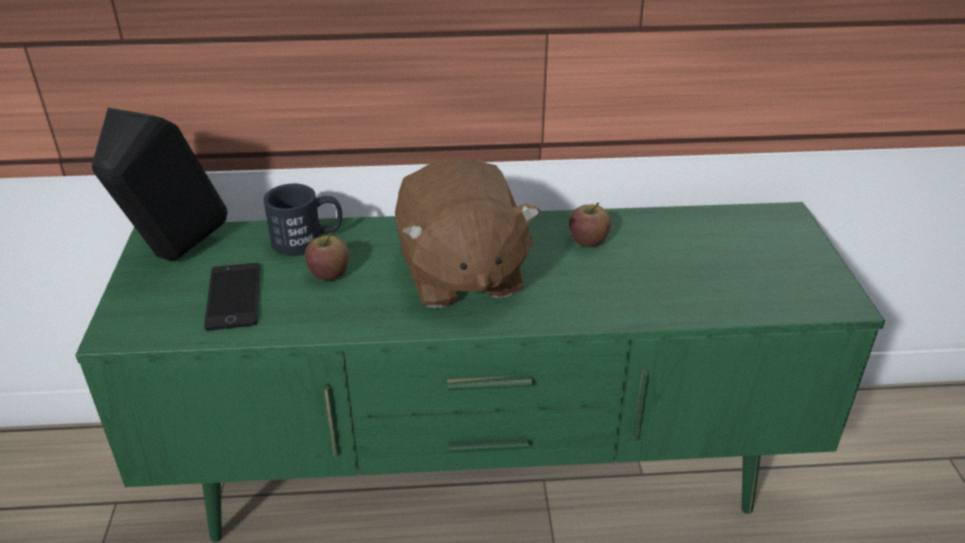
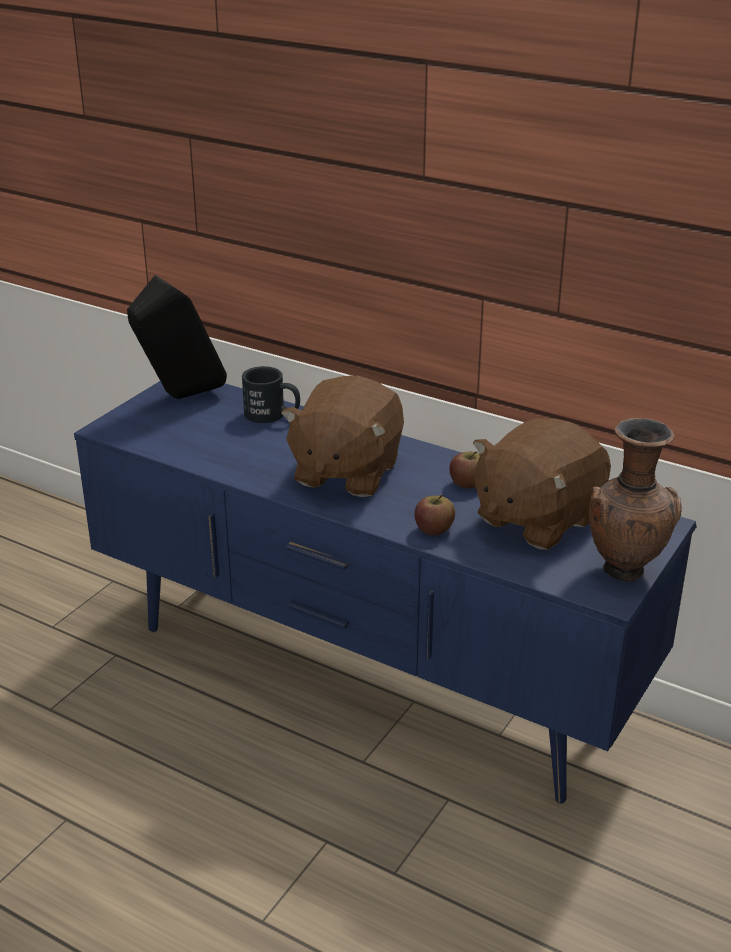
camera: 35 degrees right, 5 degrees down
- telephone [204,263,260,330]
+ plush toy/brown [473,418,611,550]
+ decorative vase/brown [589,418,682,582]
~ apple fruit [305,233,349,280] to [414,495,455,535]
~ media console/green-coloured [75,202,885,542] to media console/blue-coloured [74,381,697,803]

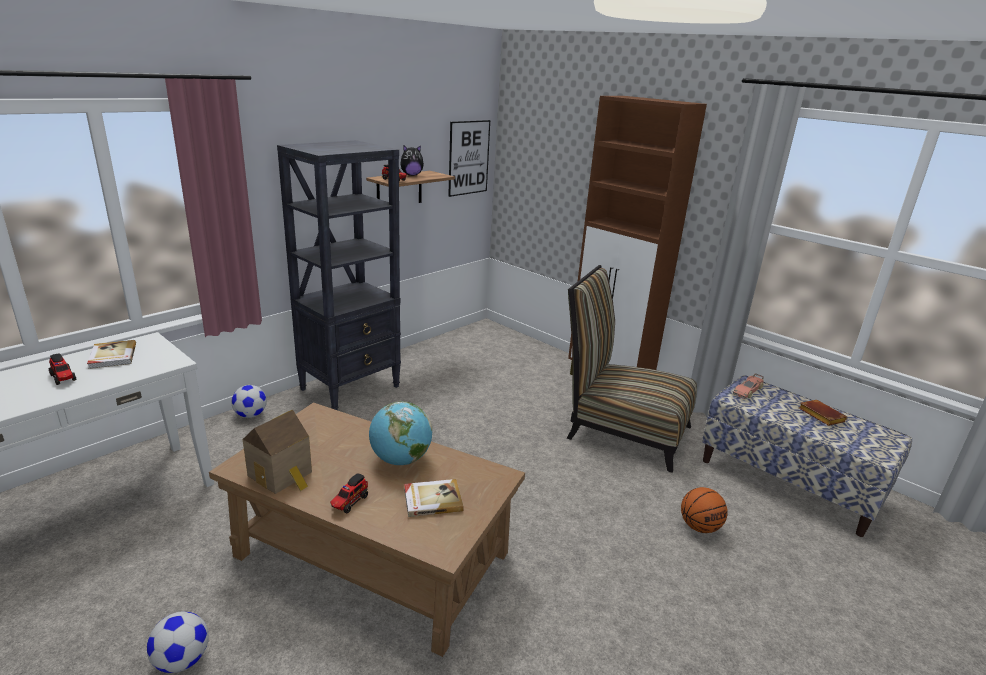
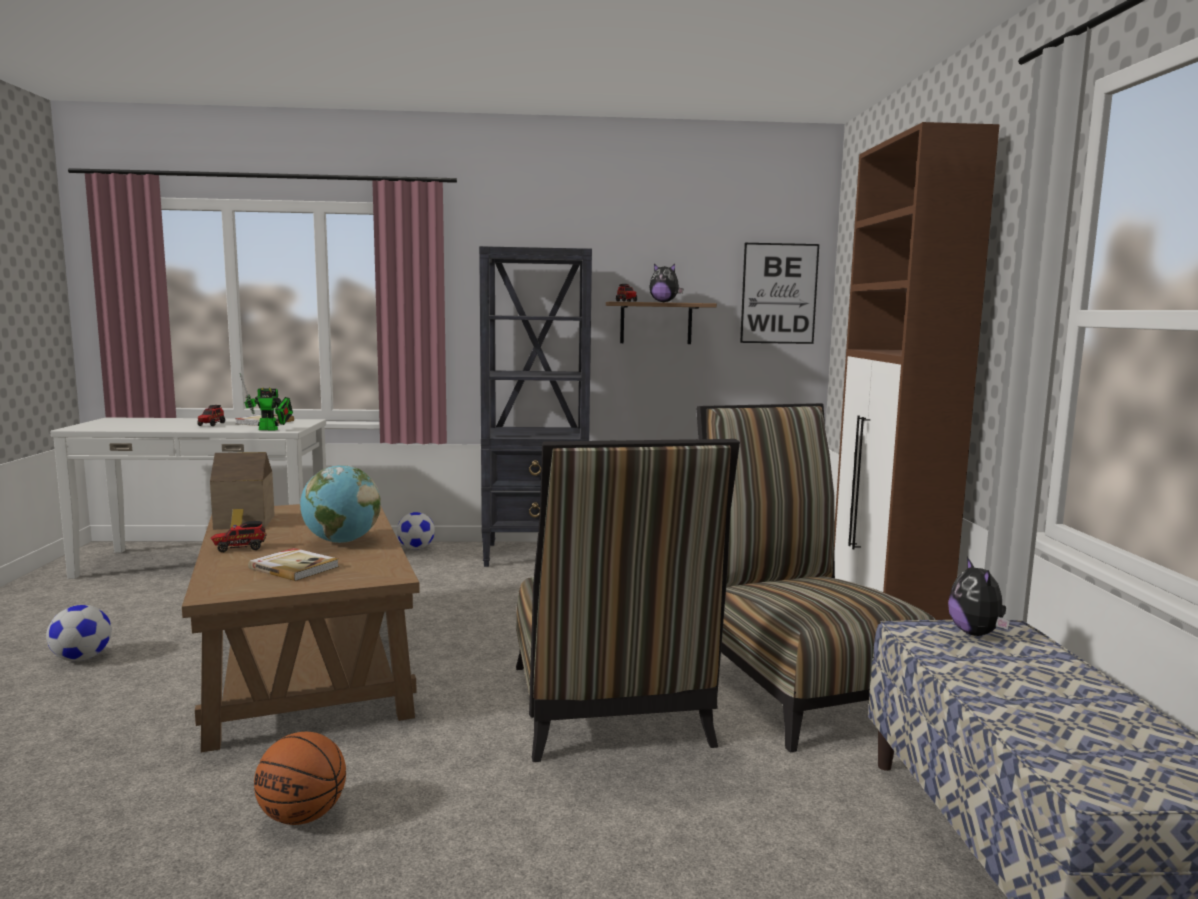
camera: 45 degrees right, 15 degrees down
- volume/brown [799,400,847,426]
+ toy robot [240,373,293,430]
+ chair [516,439,740,762]
~ basketball ball [681,487,728,533] to [254,732,346,825]
~ toy car [733,373,764,399] to plush toy [948,557,1010,636]

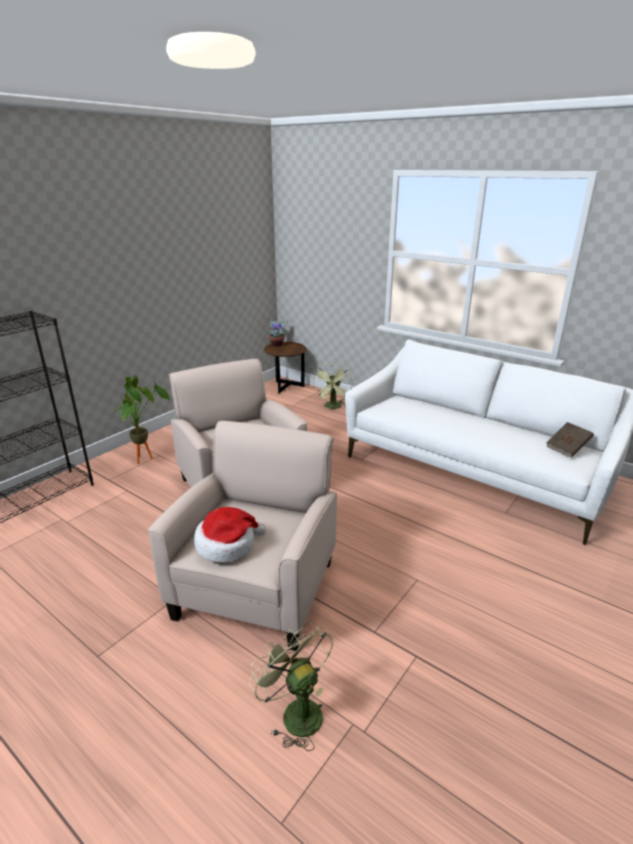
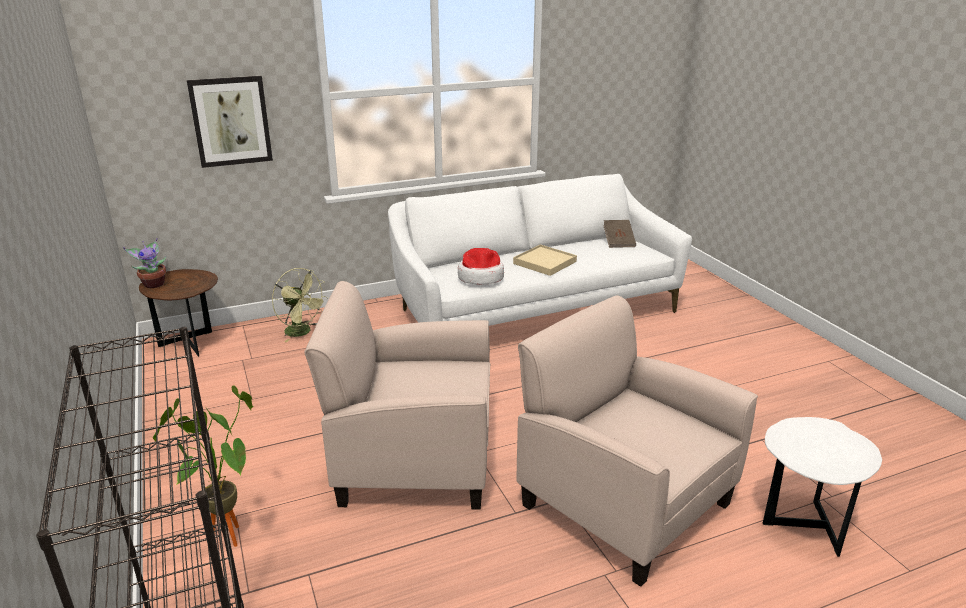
camera: 60 degrees left, 0 degrees up
+ wall art [187,76,273,168]
+ serving tray/beige-coloured [513,244,577,276]
~ wearable hat [194,507,266,563] to [458,248,504,285]
~ electric fan/green-coloured [249,621,333,751] to end table/white [763,417,882,557]

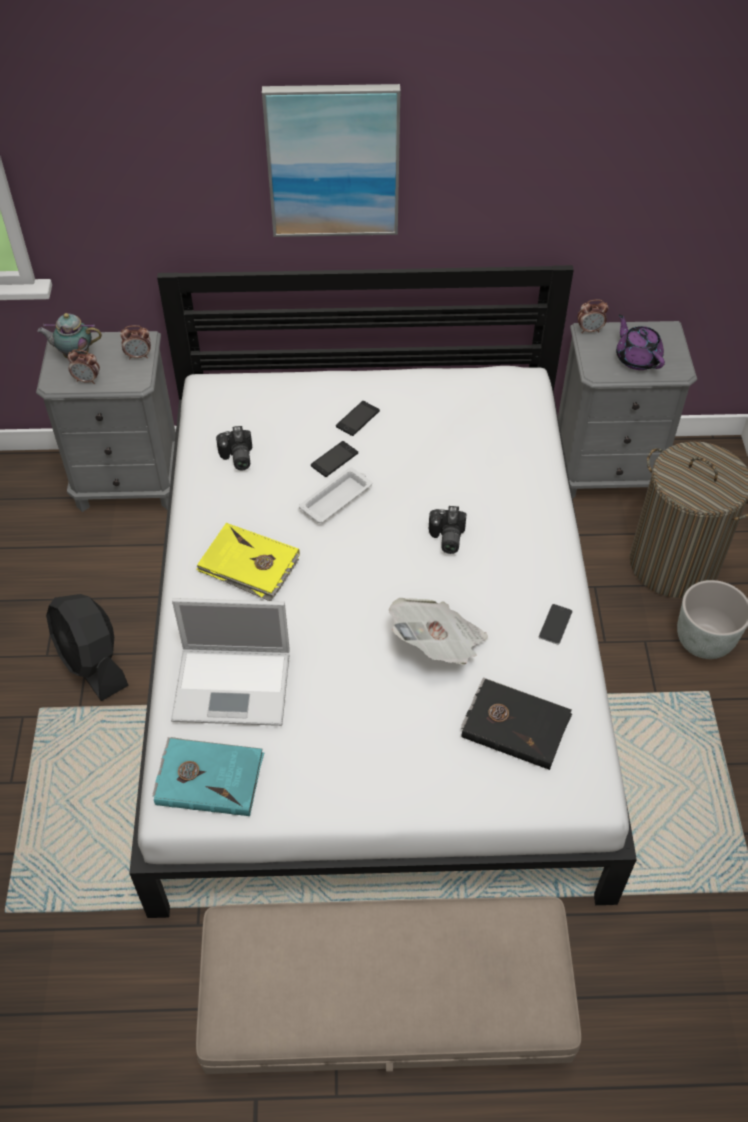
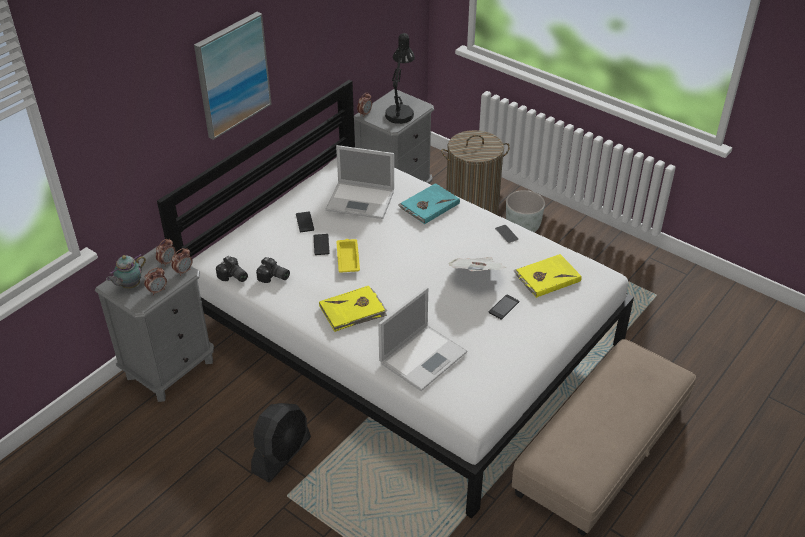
camera: 50 degrees left, 10 degrees down
+ bedside clock [171,248,193,276]
+ notebook computer [326,145,394,219]
+ telephone [489,295,519,320]
~ volume/blue-green [153,737,264,816] to [398,183,460,224]
~ photo camera [429,506,466,554] to [216,256,248,282]
~ tea pot/purplish [616,314,665,370] to table lamp/blackish [385,33,415,124]
~ serving tray/white [299,468,372,523] to serving tray/yellow-coloured [336,239,360,273]
~ volume/blackish [461,677,572,770] to volume/yellow-coloured [514,254,582,298]
~ electric fan/blackish [46,594,129,701] = [251,403,311,483] 60 degrees counterclockwise

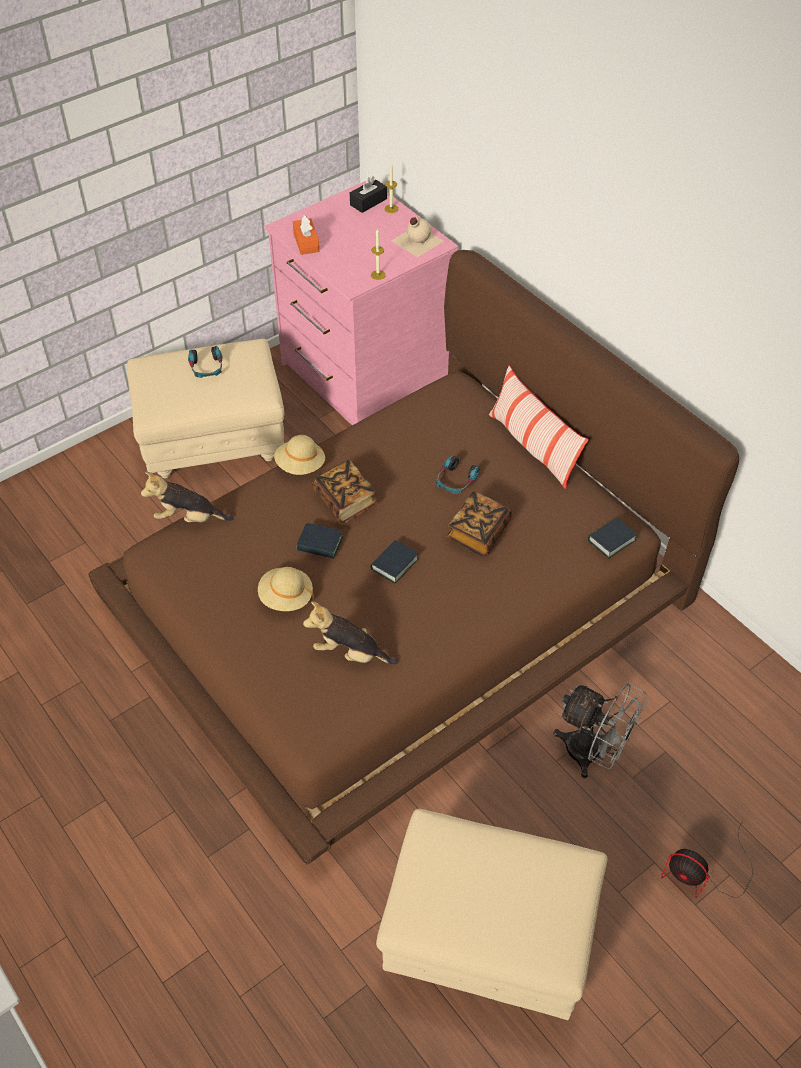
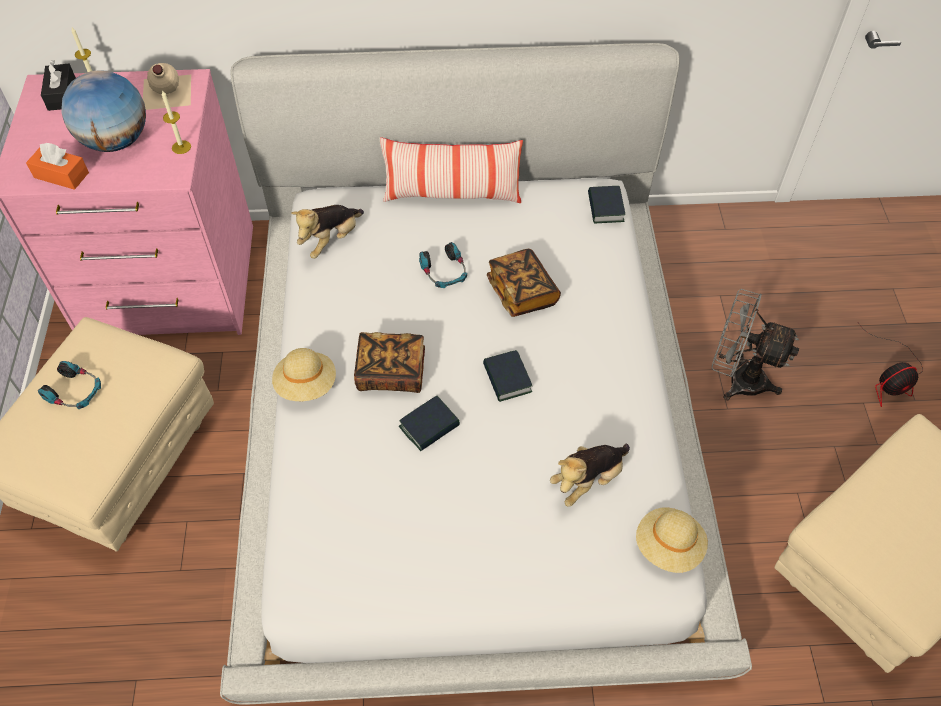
camera: 55 degrees left, 5 degrees up
+ globe [61,70,146,152]
~ plush toy [141,472,234,522] to [291,205,364,259]
~ wearable hat/beige-coloured [258,567,314,611] to [636,508,708,573]
~ bed/brown [88,250,739,865] to bed/white [220,43,752,705]
~ electric fan/grey [553,682,647,778] = [711,289,799,400] 135 degrees counterclockwise

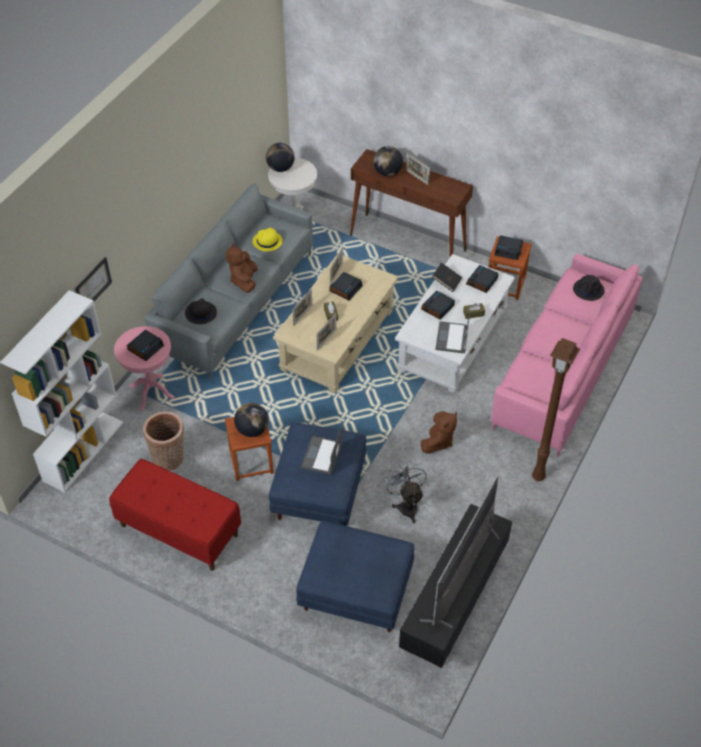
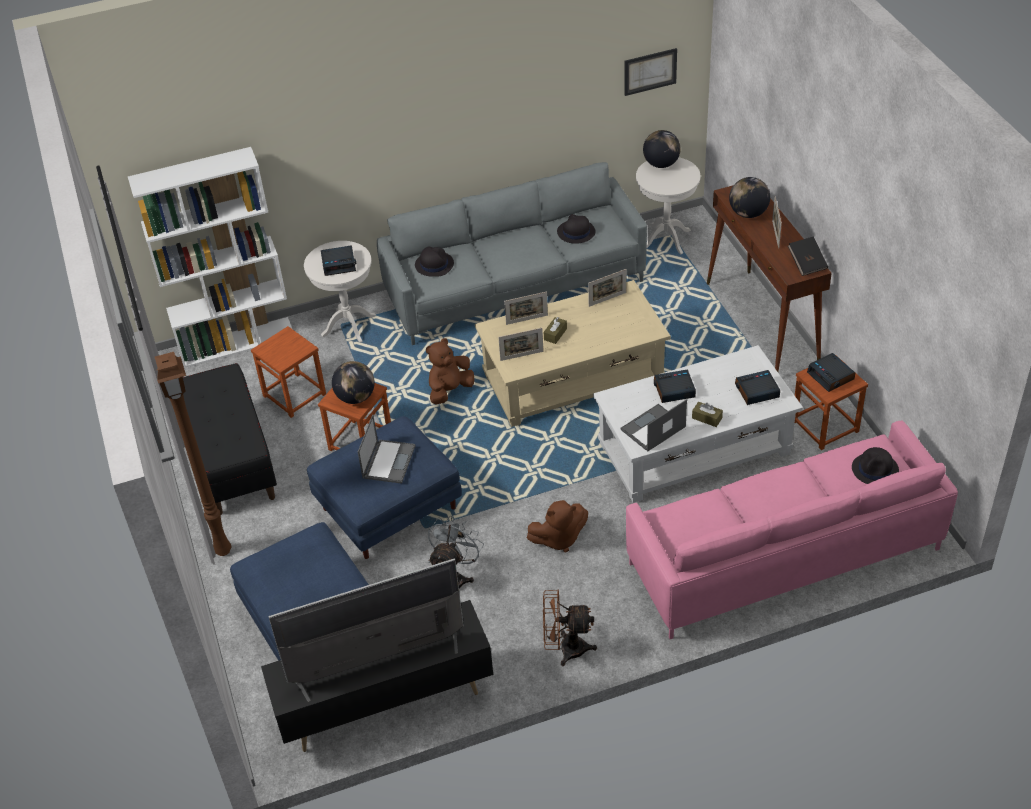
camera: 45 degrees right, 5 degrees down
- bedside clock [329,272,363,300]
+ electric fan/brown [543,589,597,666]
~ wall art [75,257,112,301] to [624,48,677,96]
~ plush toy/brown [226,243,258,293] to [426,338,475,405]
~ volume/blackish [432,263,462,292] to [788,237,828,276]
~ standard lamp/brown [532,338,580,481] to [155,352,232,556]
~ household basket [143,412,184,471] to stool seat/brown [251,326,326,418]
~ bench/reddish [109,459,241,571] to bench/blackish [183,363,277,515]
~ end table/pinkish [114,326,174,411] to end table/white [304,241,376,343]
~ wearable hat/yellow-coloured [253,228,283,252] to wearable hat/blackish [557,214,596,244]
~ notebook computer [301,425,343,475] = [358,414,416,484] 135 degrees clockwise

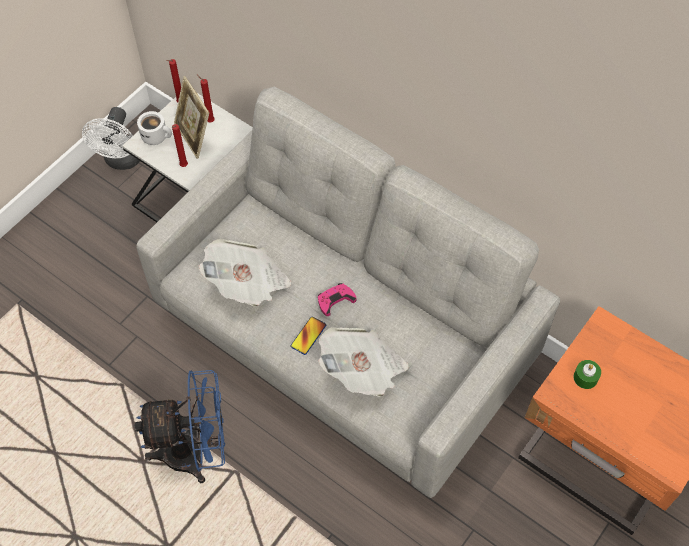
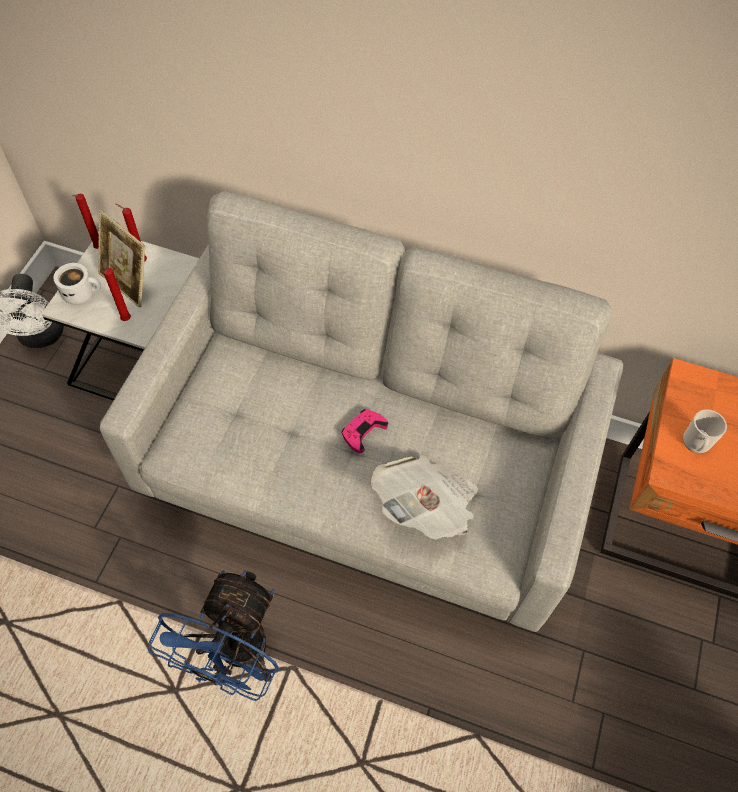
camera: 20 degrees left, 0 degrees up
- newspaper [198,239,291,306]
- telephone [290,316,326,355]
~ wax candle/green-coloured [573,360,601,389] to coffee mug [683,409,727,453]
~ electric fan/blue-coloured [134,370,225,483] = [148,570,279,701] 135 degrees clockwise

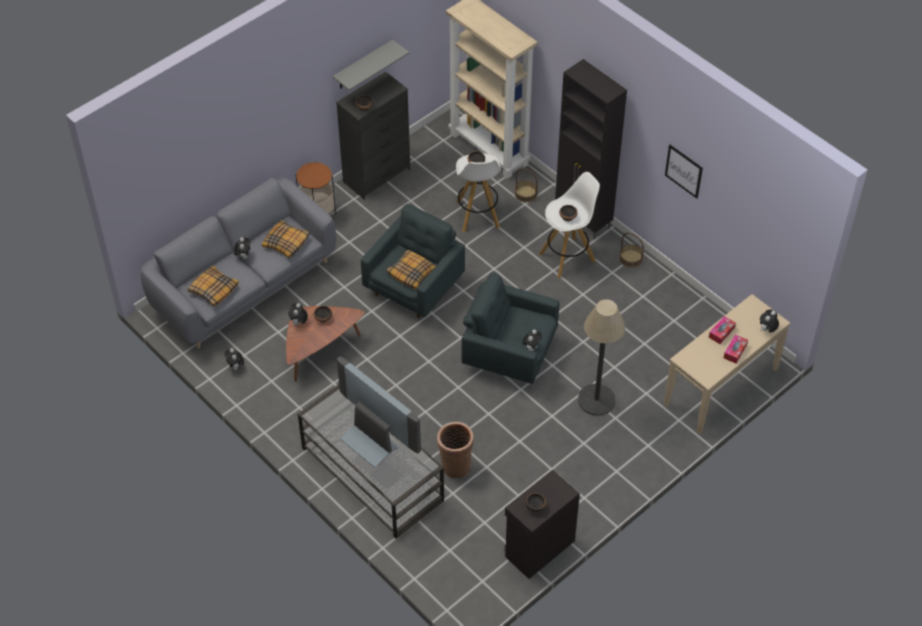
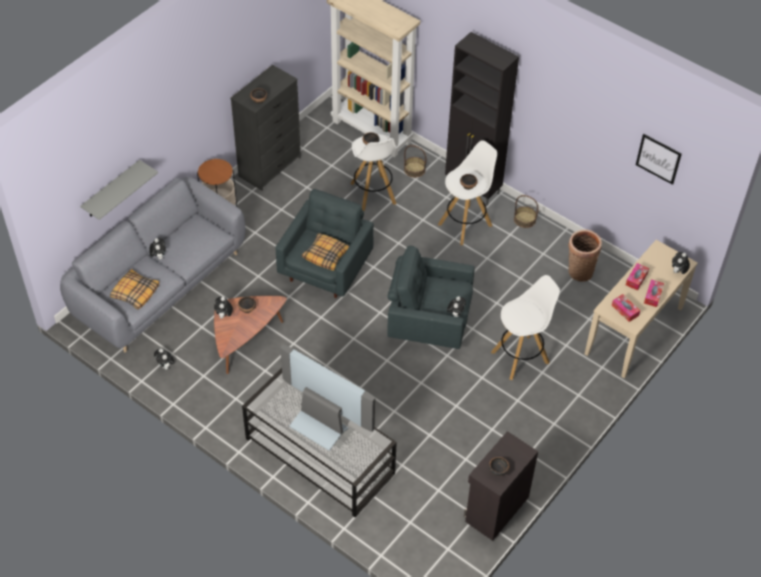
camera: 10 degrees left, 0 degrees up
- cushion [262,220,310,258]
+ box of tissues [612,294,640,322]
~ wall shelf/grey [333,40,409,91] to [80,160,158,220]
~ household basket [437,422,474,478] to [568,230,602,282]
~ wall art [665,145,703,199] to [636,134,682,185]
~ standard lamp [578,299,625,416] to stool seat/white [491,275,560,380]

